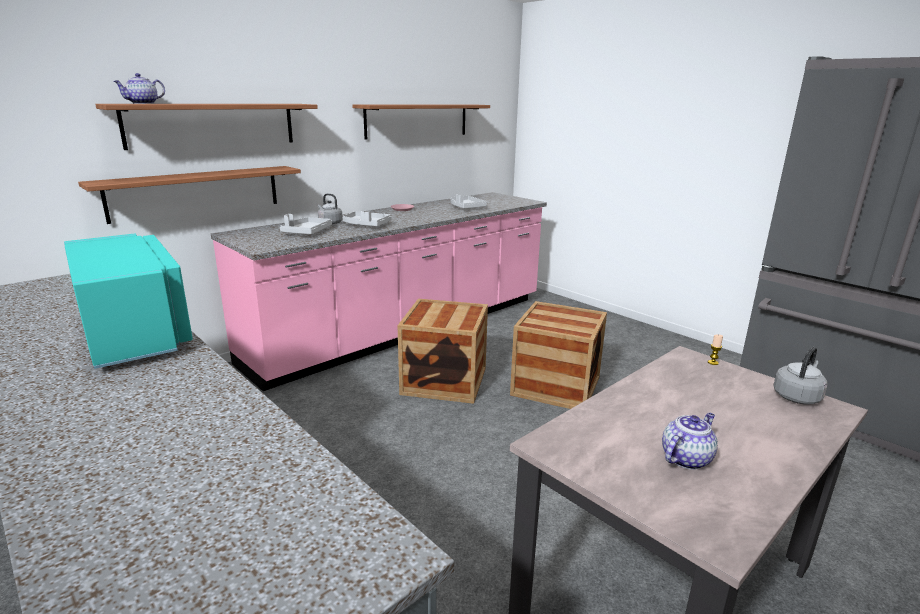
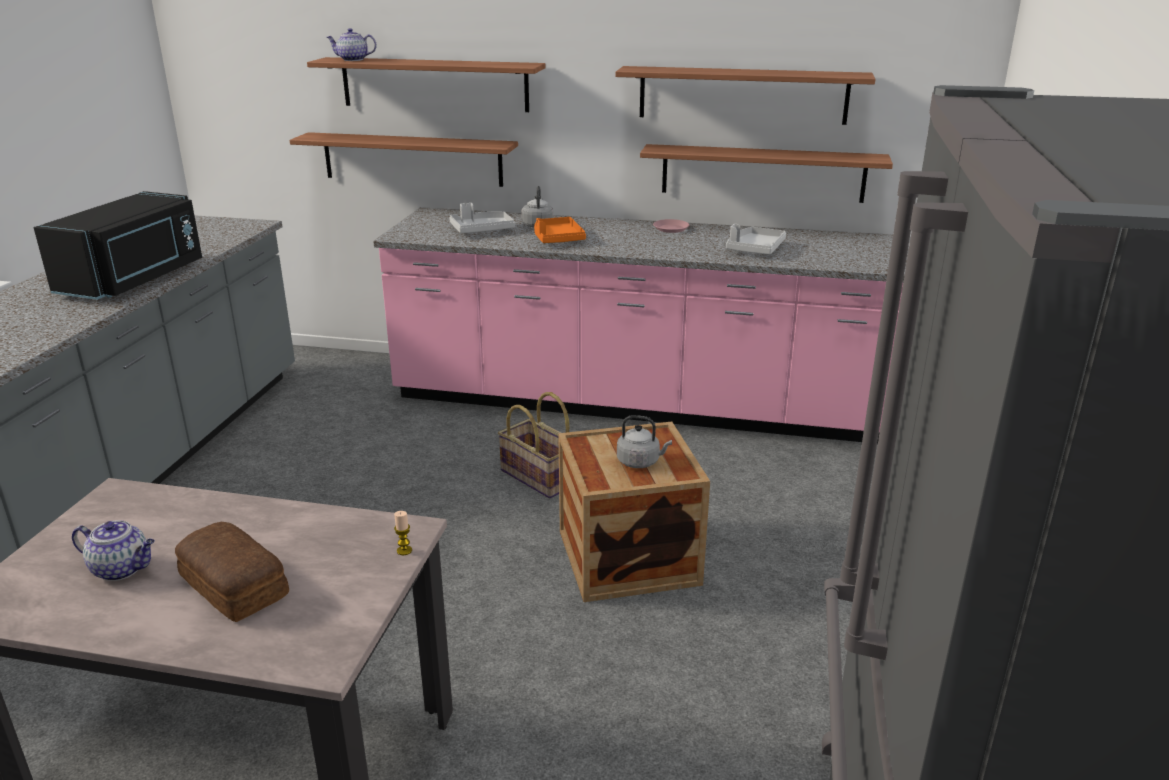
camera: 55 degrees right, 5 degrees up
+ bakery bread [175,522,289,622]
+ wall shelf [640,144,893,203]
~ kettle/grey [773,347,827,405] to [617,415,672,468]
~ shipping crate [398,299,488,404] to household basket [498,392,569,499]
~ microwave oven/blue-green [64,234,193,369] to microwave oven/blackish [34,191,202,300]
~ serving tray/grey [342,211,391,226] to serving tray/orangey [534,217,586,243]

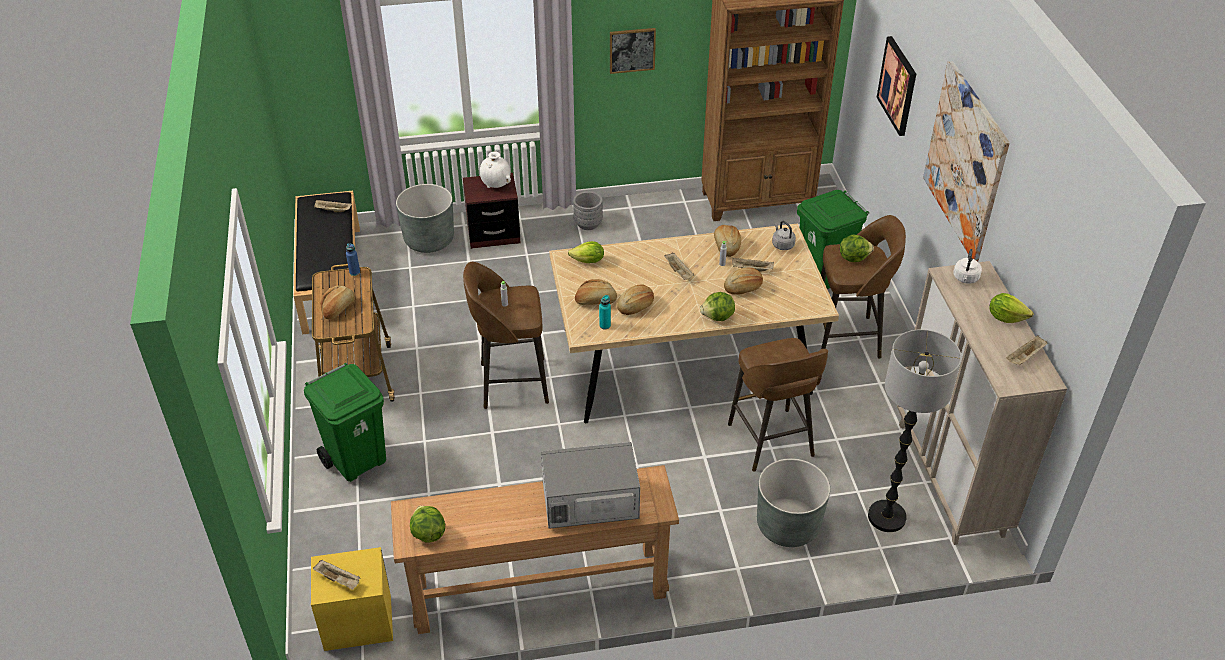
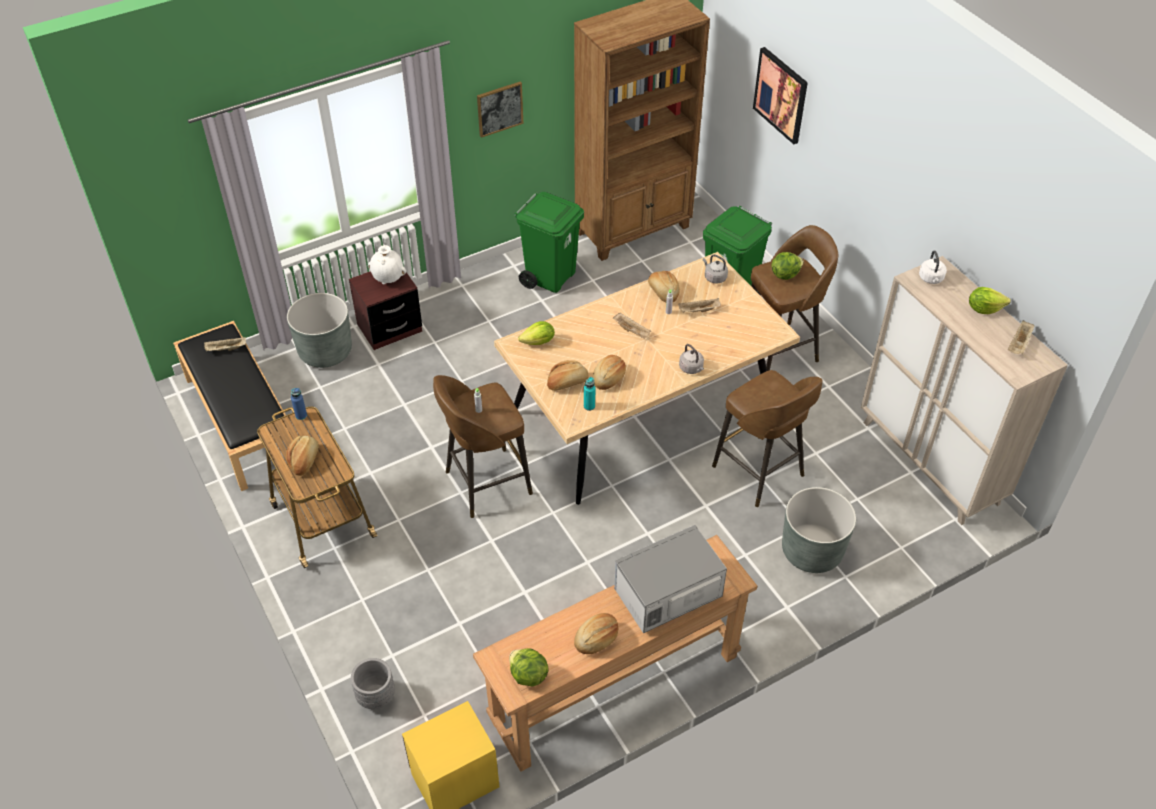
camera: 20 degrees left, 5 degrees up
- serving tray/beige-coloured [313,560,360,590]
- standard lamp [868,329,962,532]
- wall art [923,61,1010,262]
~ trash can/green-coloured [304,363,386,482] to [514,192,584,293]
~ flower pot/grey [573,191,603,230] to [351,658,395,709]
~ bakery bread [724,267,763,295] to [574,613,618,654]
~ lettuce head [700,292,735,321] to kettle/grey [679,344,704,374]

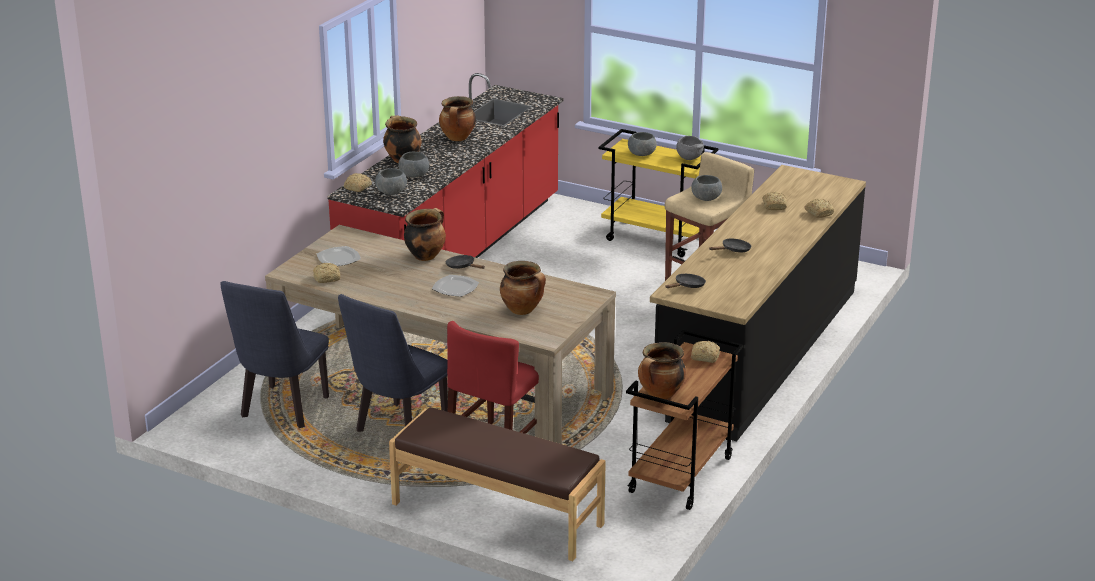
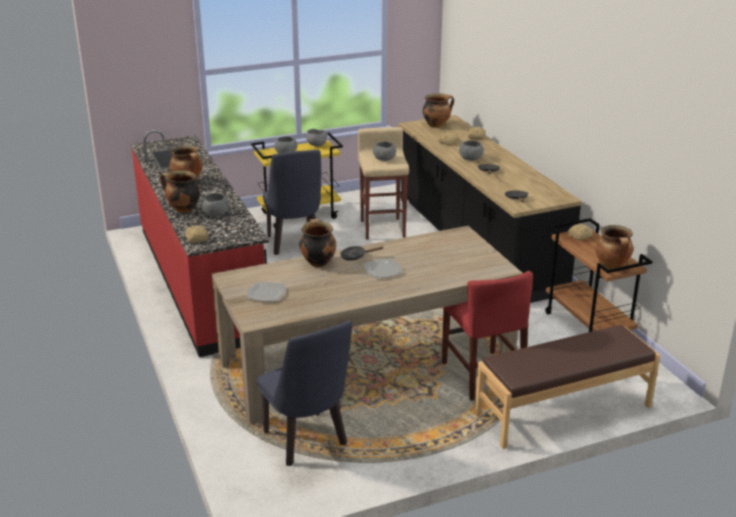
camera: 50 degrees left, 0 degrees up
- bakery bread [313,263,340,283]
~ chair/blue-coloured [338,294,448,432] to [263,150,321,255]
~ serving bowl/grey [375,168,407,195] to [459,140,484,161]
~ saucepot [500,261,546,315] to [423,93,454,128]

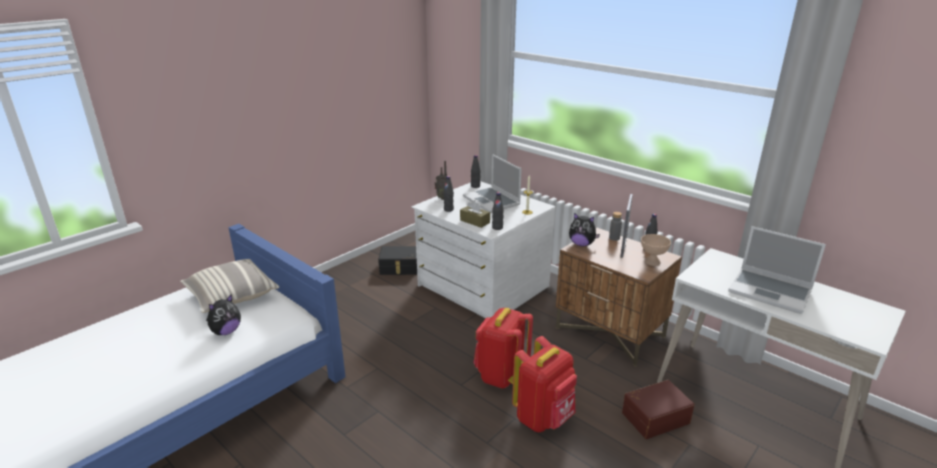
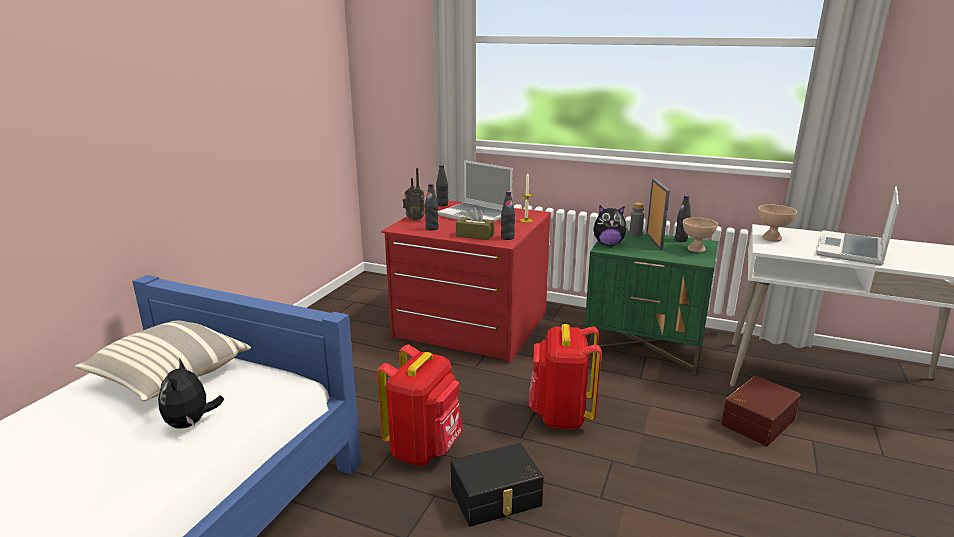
camera: 20 degrees left, 5 degrees down
+ serving bowl/beige-coloured [758,205,797,241]
~ storage bin/blackish [378,246,417,275] to [451,443,544,526]
~ backpack/reddish [512,336,577,432] to [377,344,463,466]
~ drawer chest/white [411,181,555,318] to drawer chest/reddish [381,201,551,363]
~ bedside table/brown [556,227,682,367] to bedside table/green-coloured [585,230,718,375]
~ plush toy [206,295,241,335] = [158,358,224,429] 150 degrees clockwise
~ notebook computer [728,226,826,314] = [816,186,899,266] 105 degrees clockwise

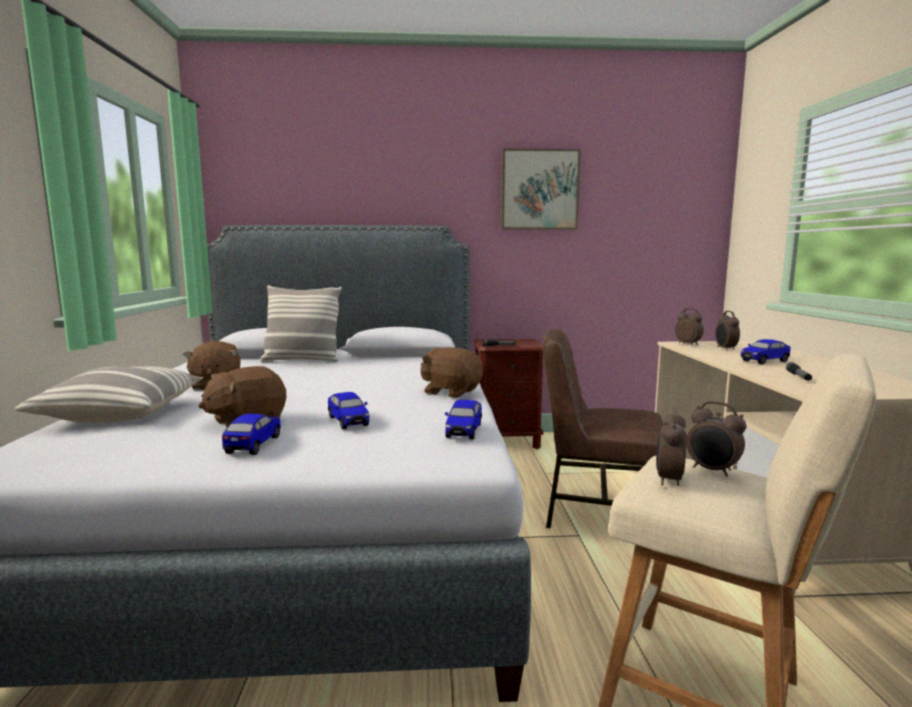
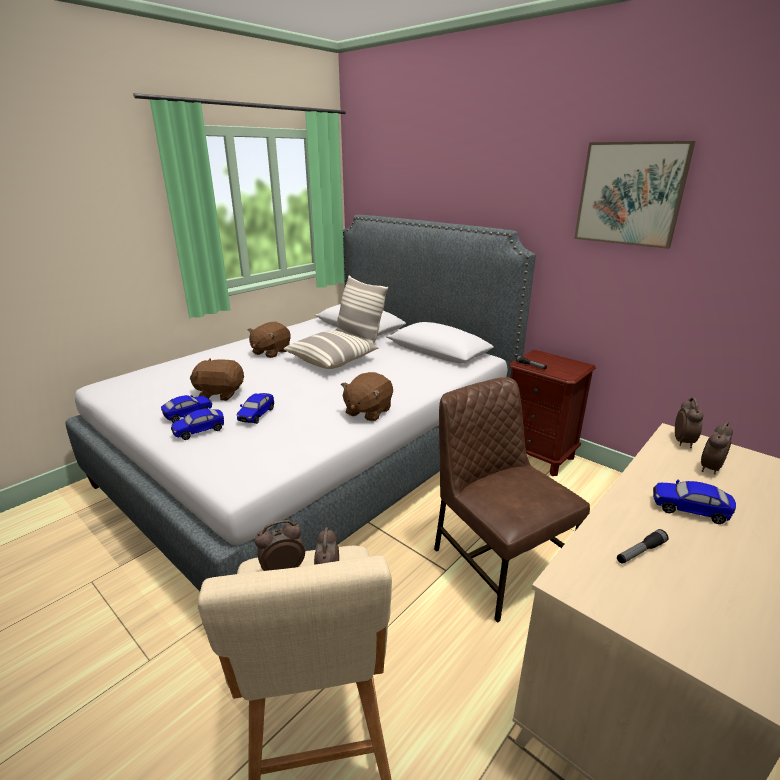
camera: 45 degrees right, 15 degrees up
~ cushion [15,367,203,423] to [284,330,380,369]
~ toy car [445,400,482,439] to [171,408,224,440]
~ plush toy/brown [420,347,483,398] = [341,372,393,421] 135 degrees counterclockwise

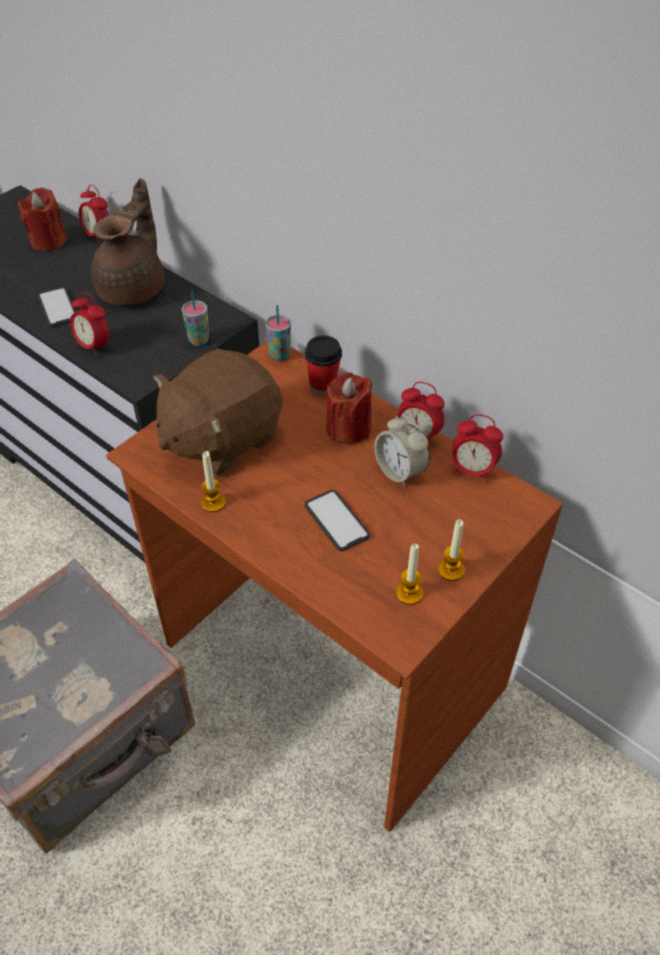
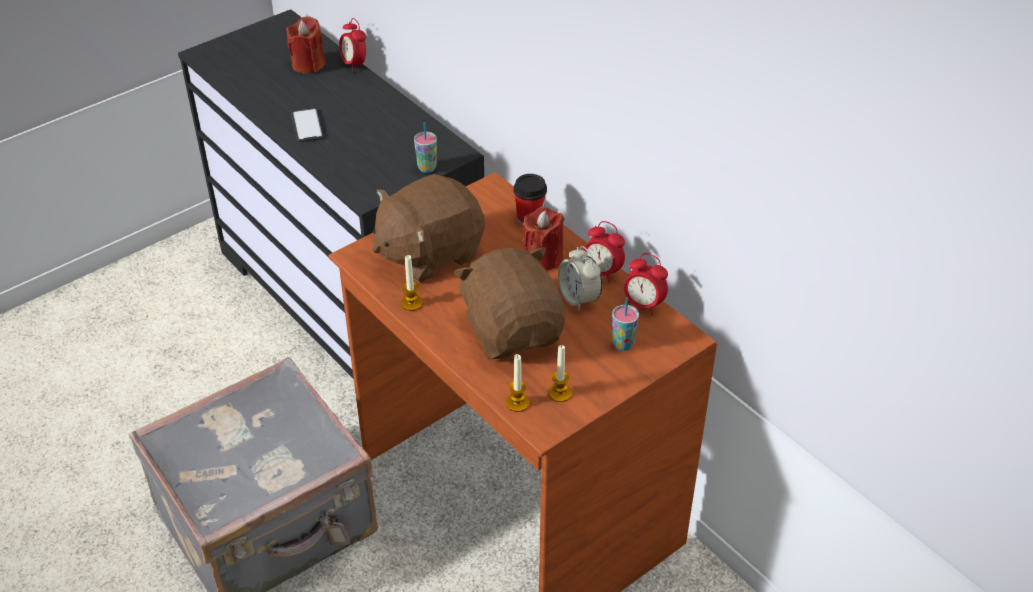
camera: 10 degrees right, 5 degrees down
- bedside clock [70,292,109,357]
- tea pot/brown [91,178,165,305]
~ drinking cup [265,305,291,361] to [612,297,639,351]
~ wax candle [438,519,465,581] to [506,354,529,412]
~ telephone [305,490,370,551] to plush toy/brown [454,247,565,359]

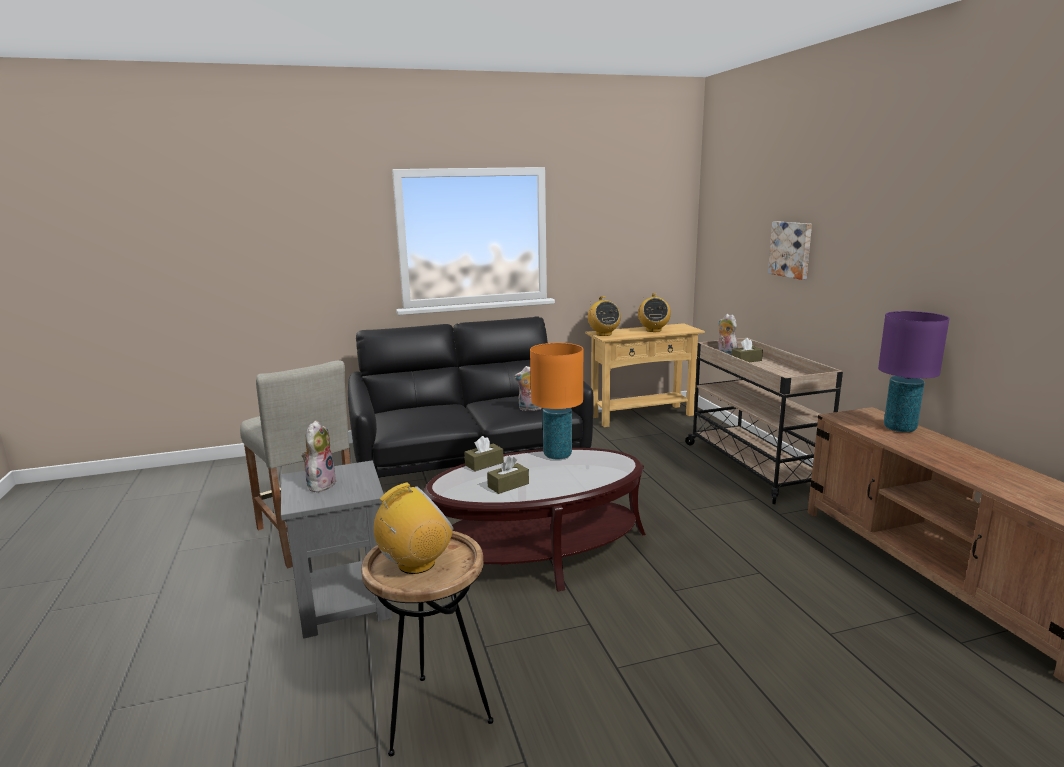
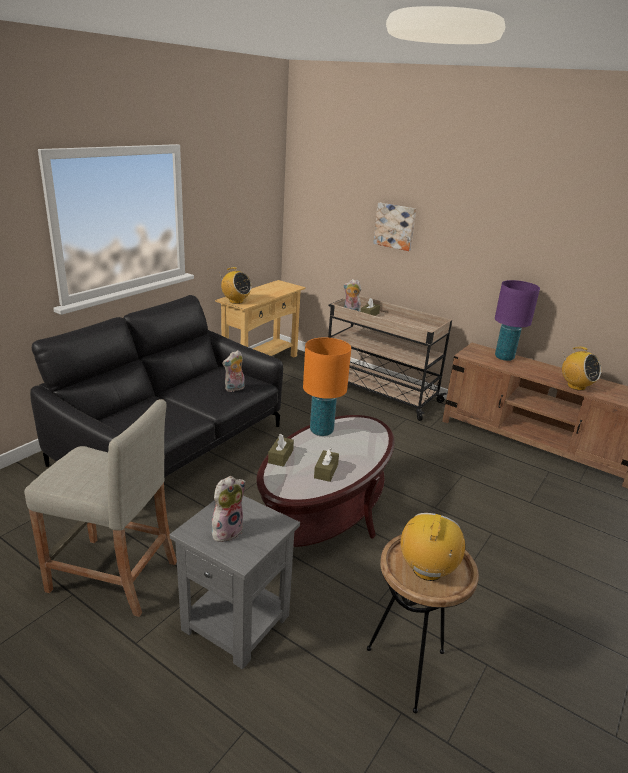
camera: 40 degrees left, 10 degrees up
~ radio set [638,293,671,332] to [562,347,601,391]
~ plush toy [302,420,337,492] = [212,476,246,542] 75 degrees clockwise

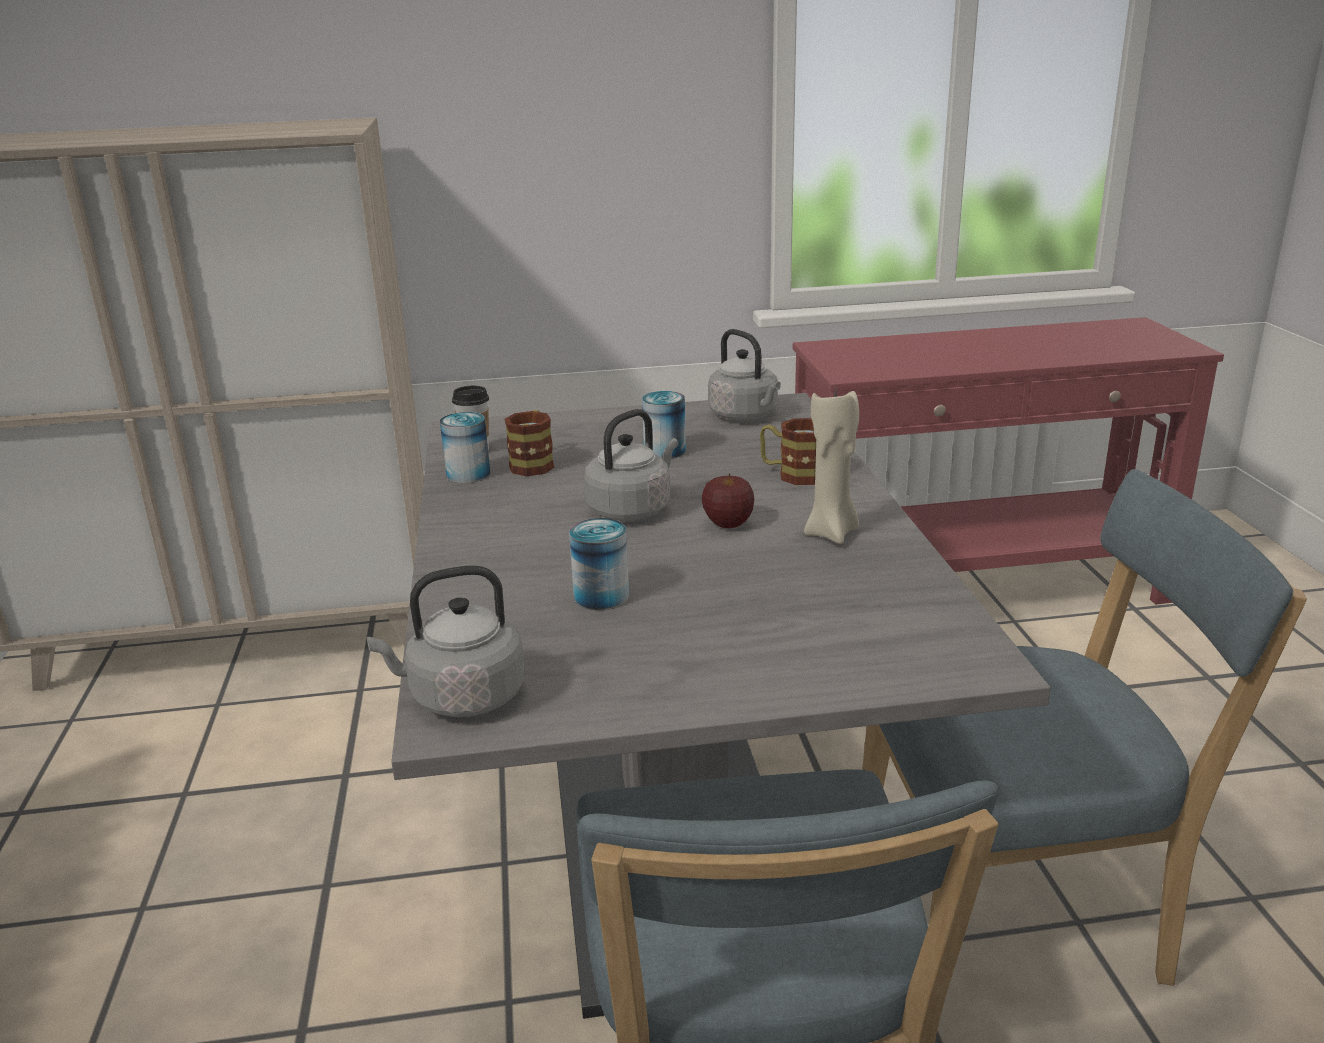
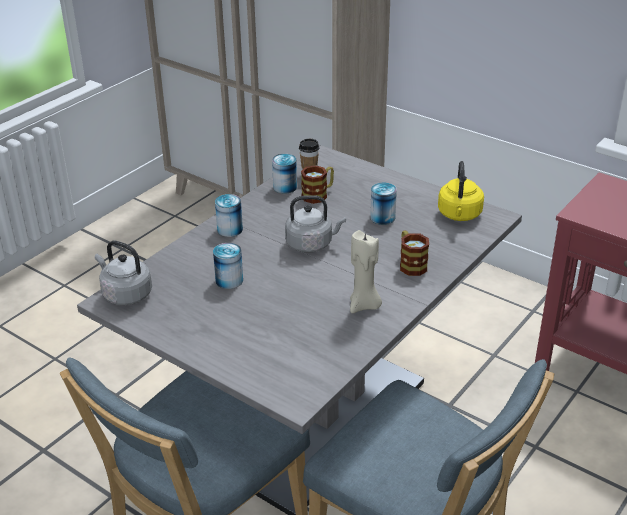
camera: 45 degrees right, 10 degrees up
- apple fruit [702,474,754,528]
+ sealed can [215,194,243,237]
~ kettle/grey [708,329,781,420] to kettle/yellow-coloured [438,161,484,221]

